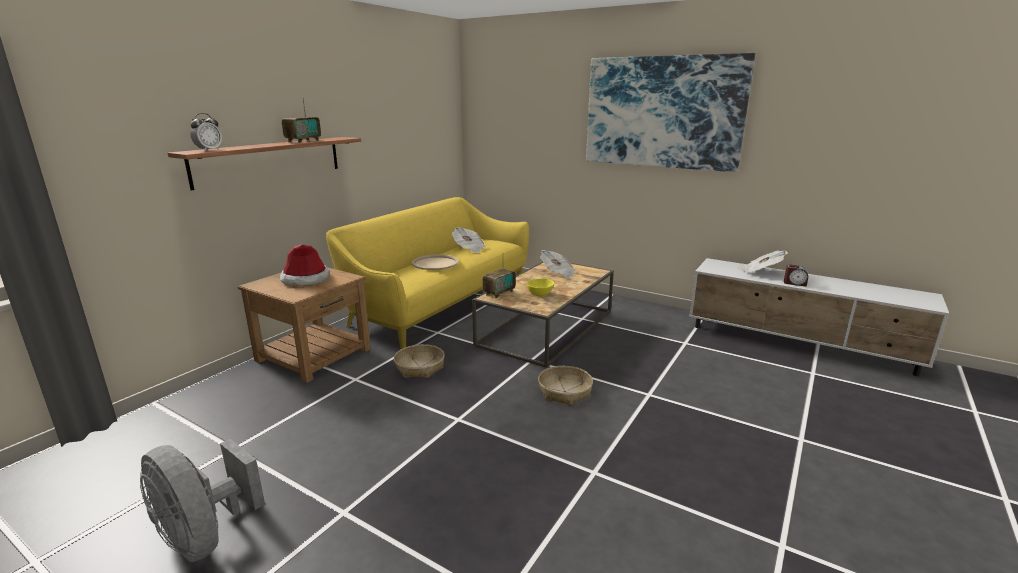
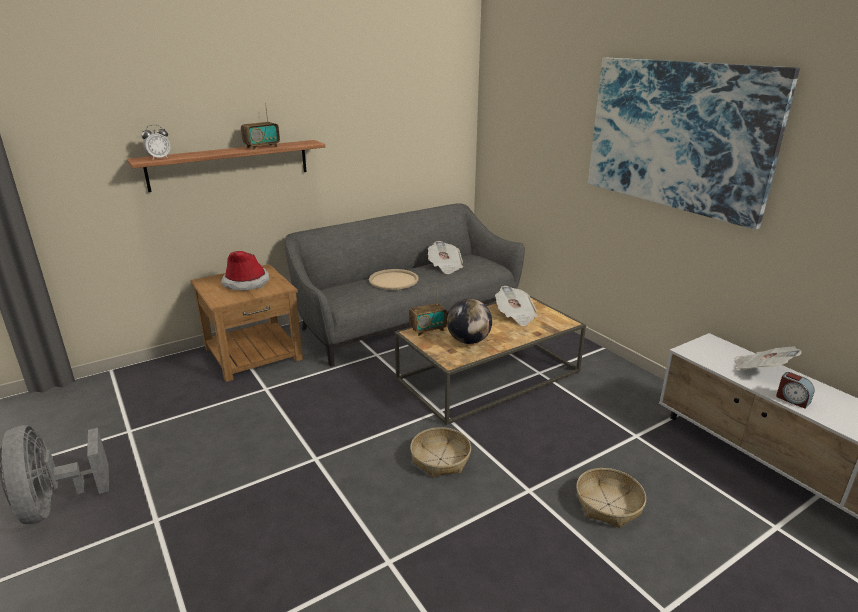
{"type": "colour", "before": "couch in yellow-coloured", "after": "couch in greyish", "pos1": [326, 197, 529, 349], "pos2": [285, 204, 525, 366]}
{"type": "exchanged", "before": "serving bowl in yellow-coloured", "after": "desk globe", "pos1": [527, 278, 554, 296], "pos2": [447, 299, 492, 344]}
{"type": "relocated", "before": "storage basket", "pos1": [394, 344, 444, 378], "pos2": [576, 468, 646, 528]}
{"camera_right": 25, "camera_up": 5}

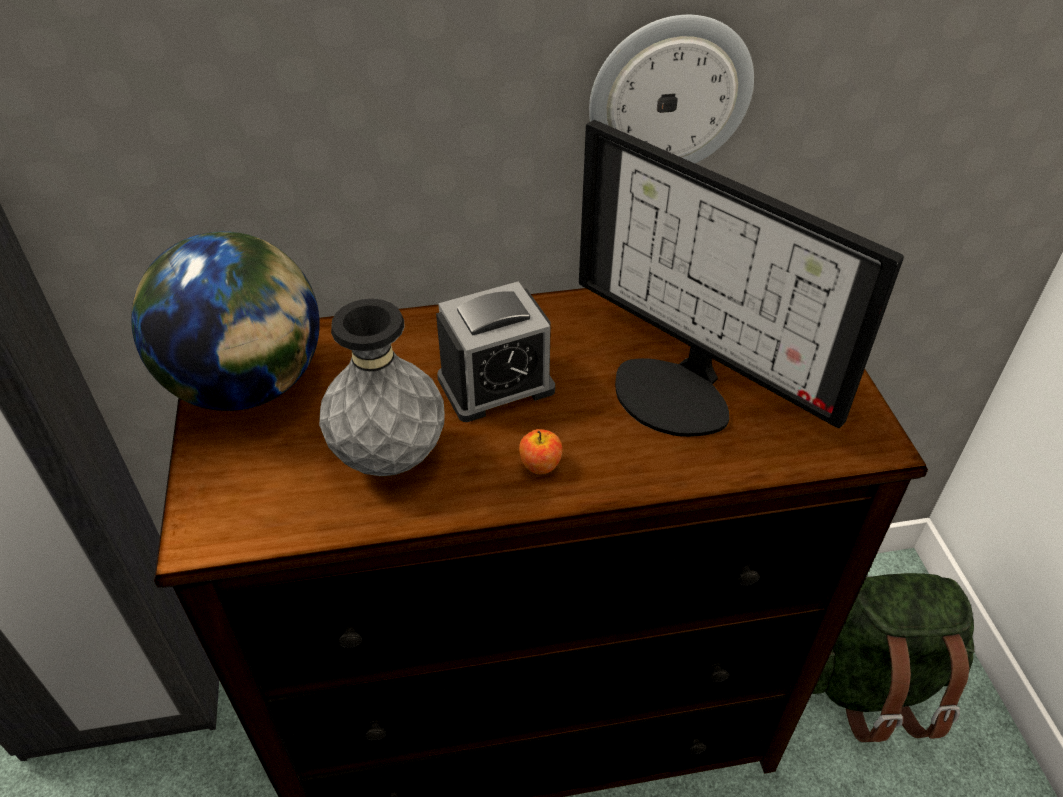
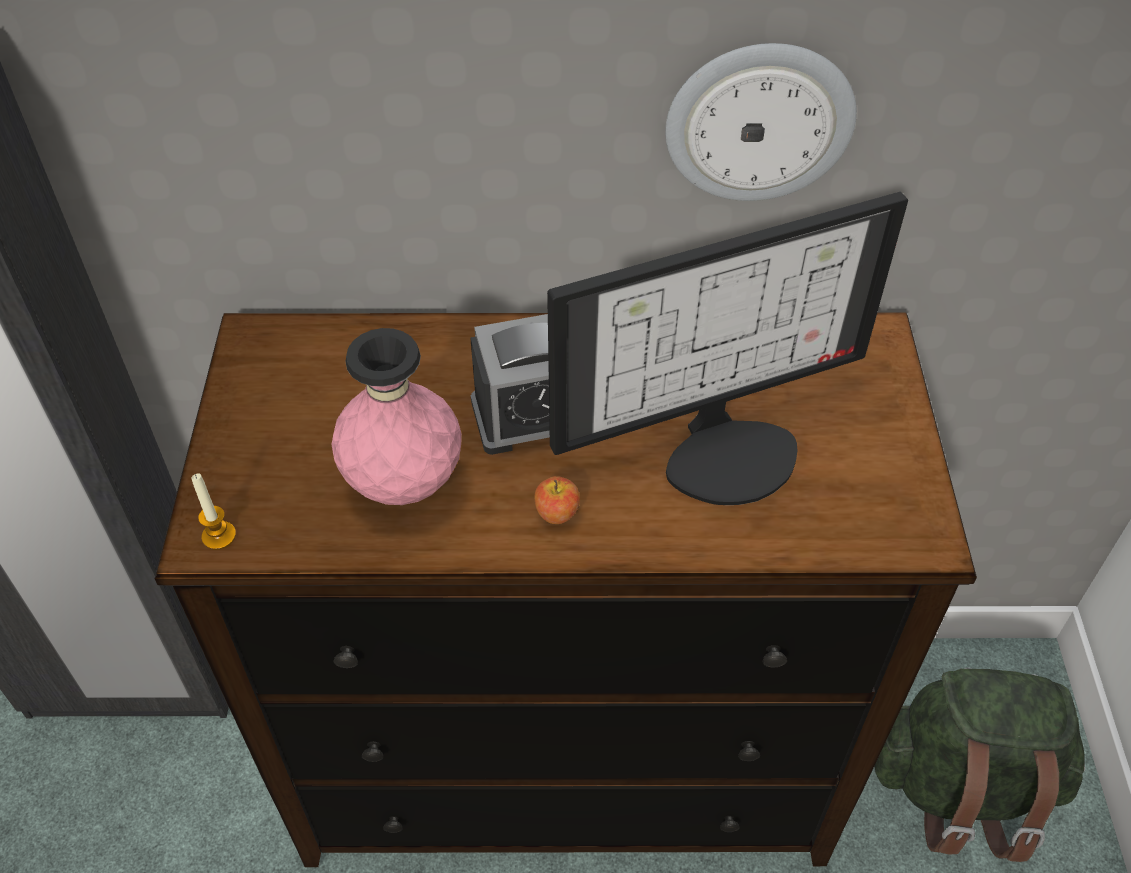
{"type": "spun", "before": "computer display", "pos1": [579, 120, 904, 437], "pos2": [547, 192, 908, 505], "turn": -75}
{"type": "missing", "before": "desk globe", "pos1": [131, 232, 320, 411]}
{"type": "colour", "before": "vase in greyish", "after": "vase in pink-coloured", "pos1": [319, 299, 445, 476], "pos2": [331, 328, 462, 505]}
{"type": "appeared", "after": "wax candle", "pos2": [191, 473, 236, 550]}
{"camera_right": 10, "camera_up": 5}

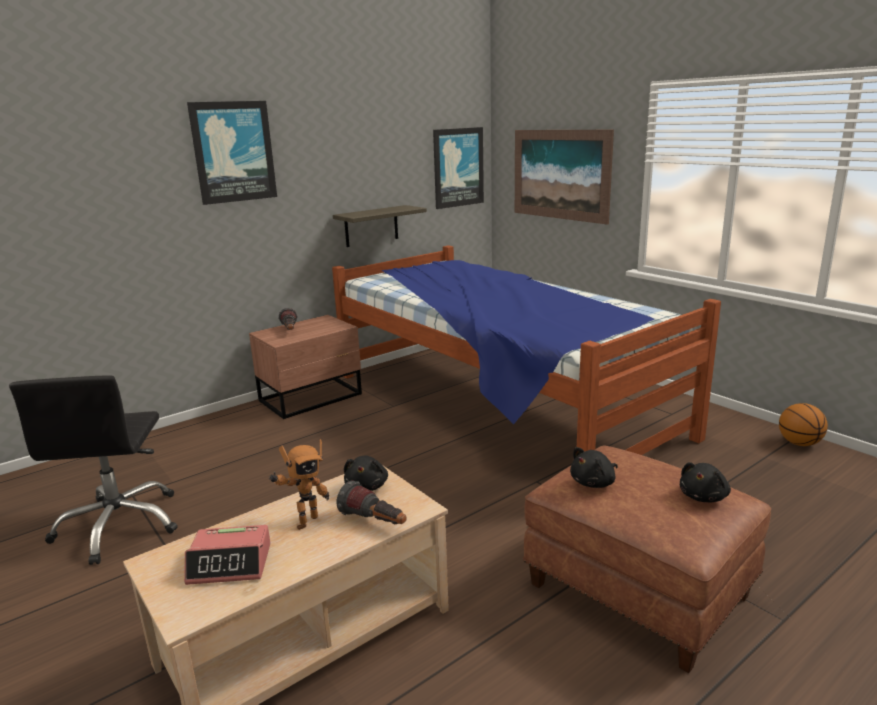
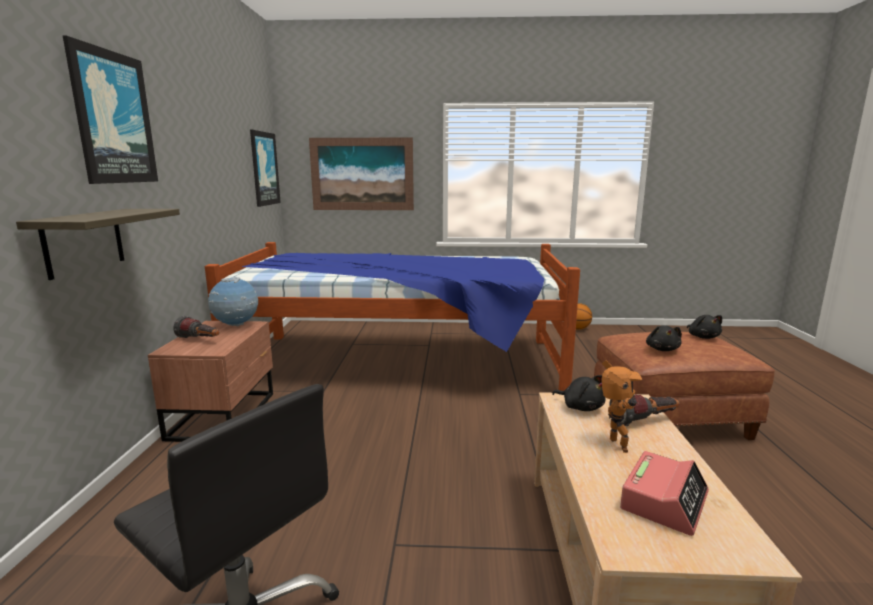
{"type": "relocated", "before": "bracket shelf", "pos1": [333, 205, 427, 247], "pos2": [16, 209, 180, 280]}
{"type": "appeared", "after": "desk globe", "pos2": [208, 277, 258, 326]}
{"camera_right": -50, "camera_up": -5}

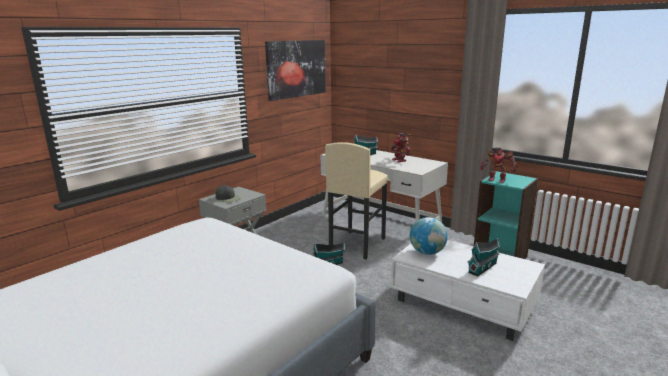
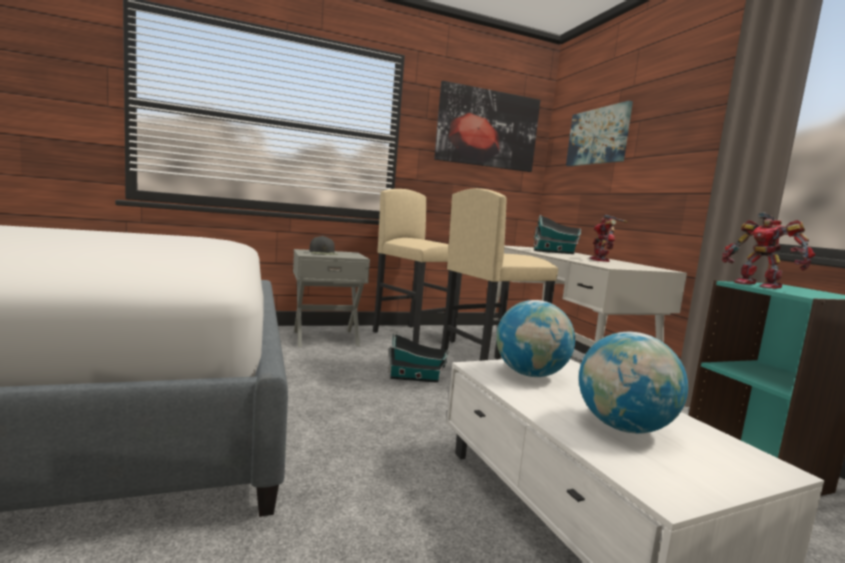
{"type": "exchanged", "before": "model house", "after": "desk globe", "pos1": [467, 238, 500, 277], "pos2": [579, 332, 688, 434]}
{"type": "appeared", "after": "picture", "pos2": [566, 101, 633, 166]}
{"type": "appeared", "after": "sitting stool in beige", "pos2": [373, 189, 462, 344]}
{"camera_right": 30, "camera_up": -10}

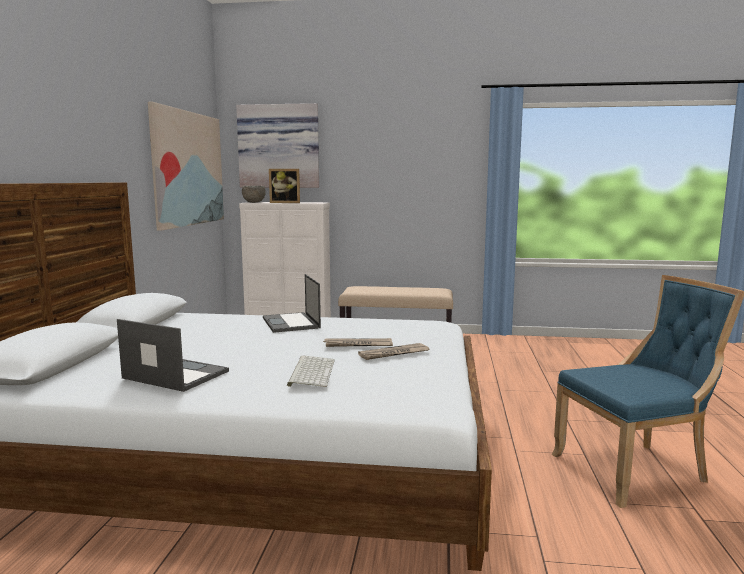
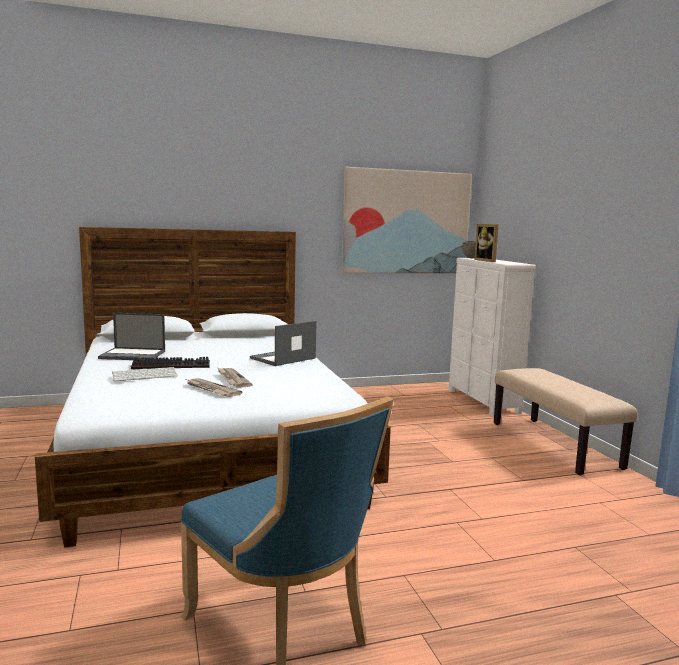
{"type": "missing", "before": "picture", "pos1": [236, 103, 319, 188]}
{"type": "spun", "before": "notebook computer", "pos1": [117, 319, 229, 392], "pos2": [98, 313, 165, 360], "turn": 90}
{"type": "appeared", "after": "keyboard", "pos2": [131, 357, 210, 369]}
{"camera_right": 65, "camera_up": 0}

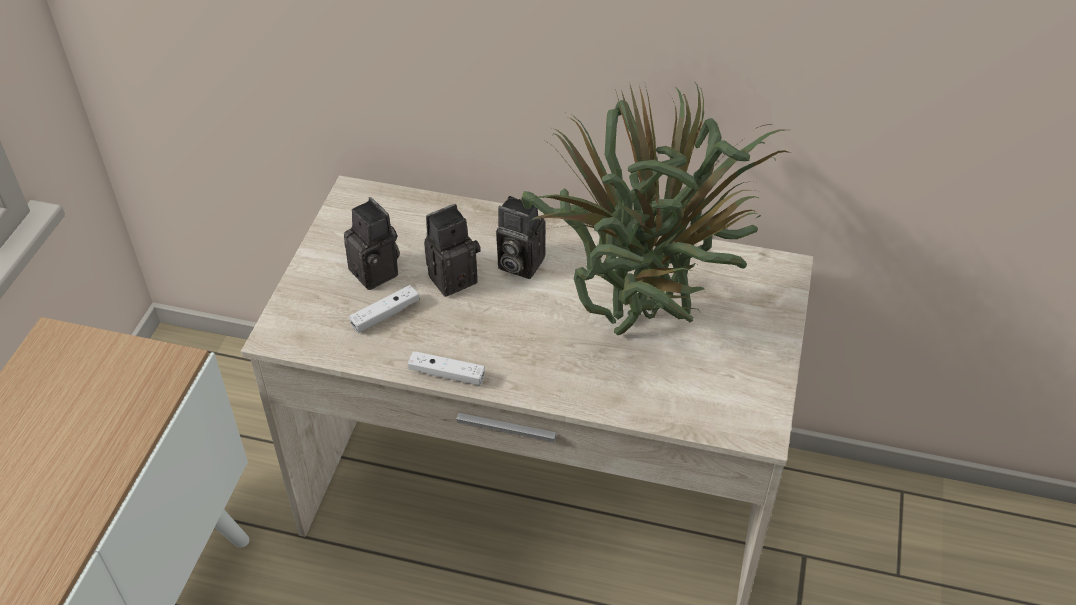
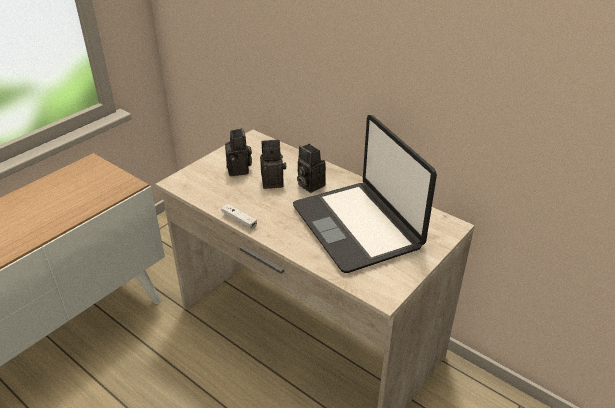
{"type": "exchanged", "before": "potted plant", "after": "notebook computer", "pos1": [521, 80, 791, 335], "pos2": [293, 115, 437, 273]}
{"type": "missing", "before": "gamepad in white-coloured", "pos1": [349, 285, 419, 333]}
{"camera_right": 25, "camera_up": -10}

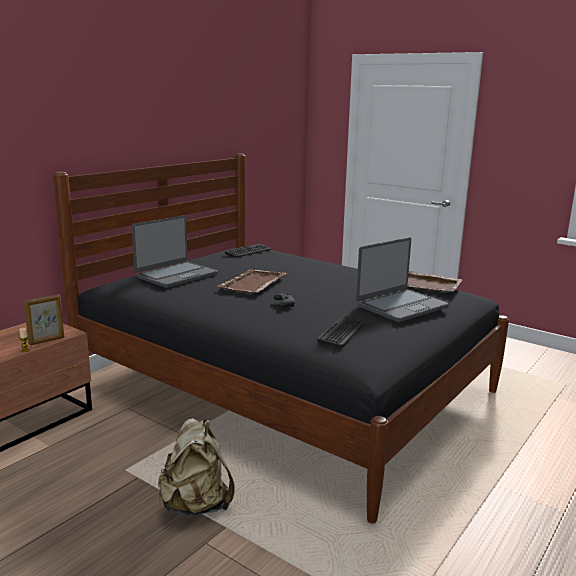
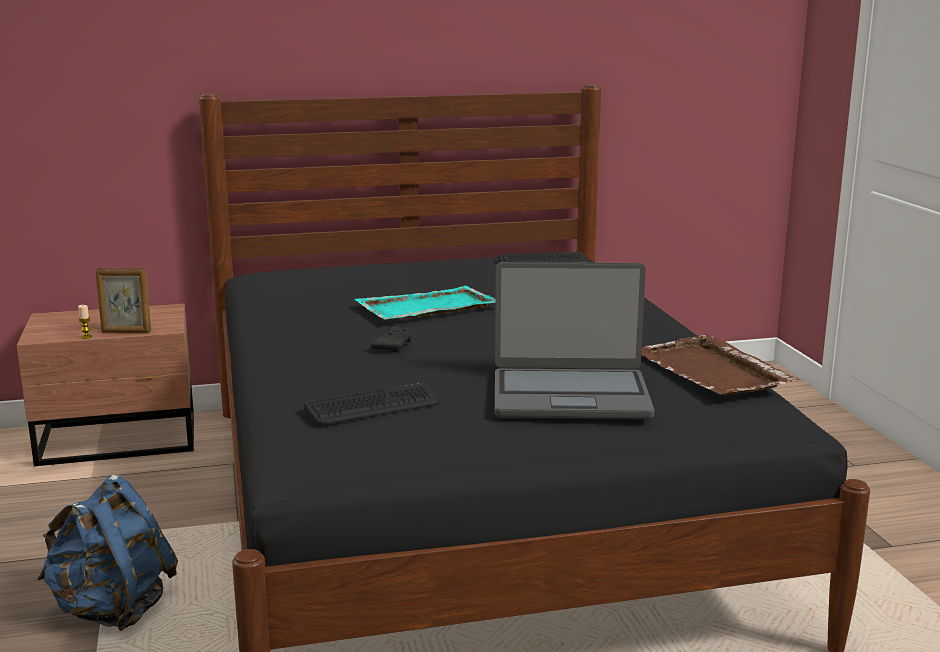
{"type": "missing", "before": "notebook computer", "pos1": [132, 215, 218, 288]}
{"type": "colour", "before": "serving tray in brownish", "after": "serving tray in blue-green", "pos1": [217, 269, 287, 293], "pos2": [354, 286, 496, 320]}
{"type": "colour", "before": "backpack in beige", "after": "backpack in blue", "pos1": [158, 418, 234, 515], "pos2": [37, 475, 178, 631]}
{"camera_right": 40, "camera_up": 0}

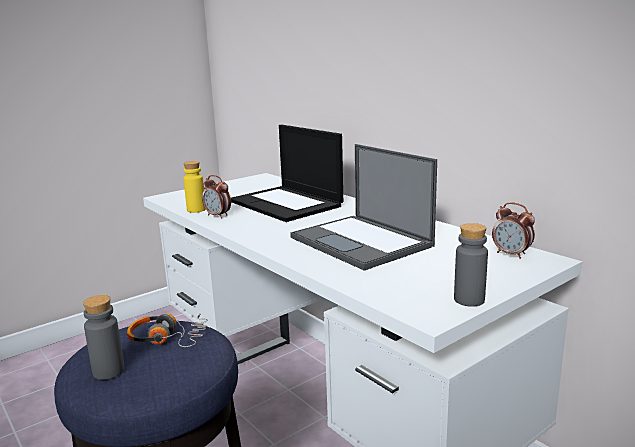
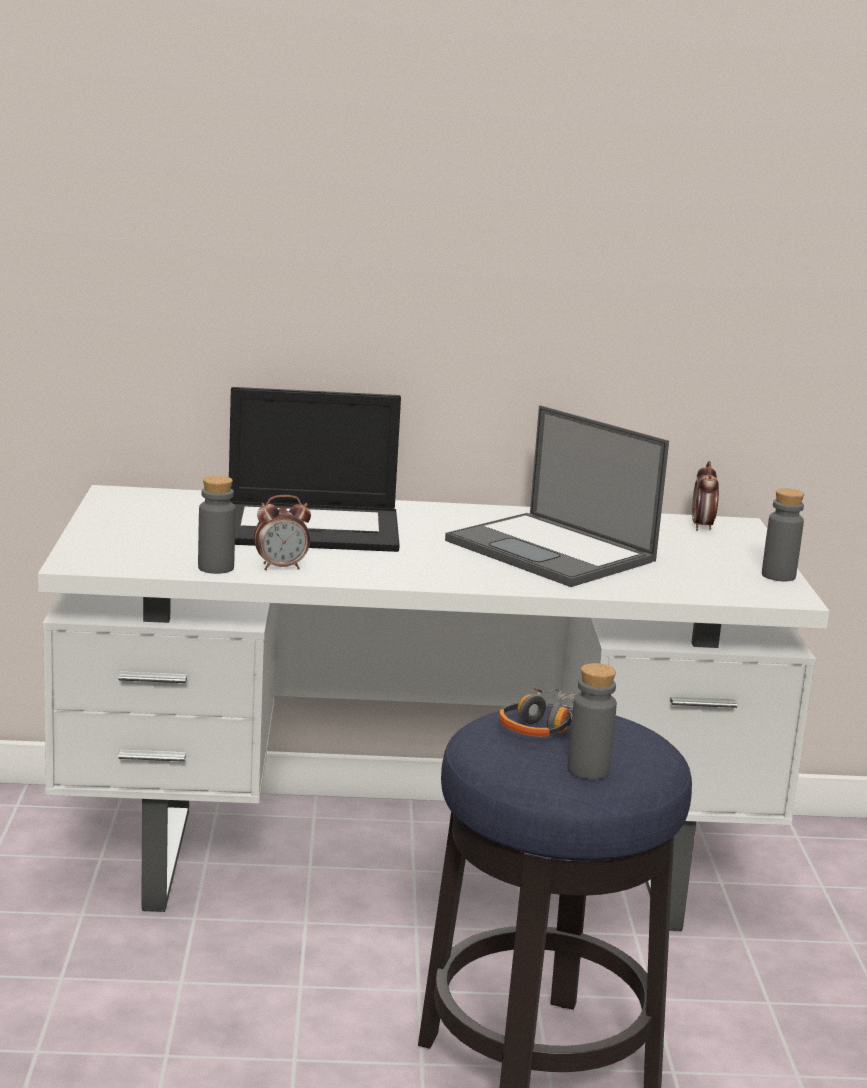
{"type": "spun", "before": "notebook computer", "pos1": [290, 144, 437, 271], "pos2": [445, 405, 669, 587], "turn": 45}
{"type": "colour", "before": "drink bottle in yellow-coloured", "after": "drink bottle in greyish", "pos1": [183, 161, 206, 213], "pos2": [198, 476, 236, 574]}
{"type": "spun", "before": "bedside clock", "pos1": [492, 203, 535, 259], "pos2": [692, 461, 719, 530], "turn": 105}
{"camera_right": -55, "camera_up": 0}

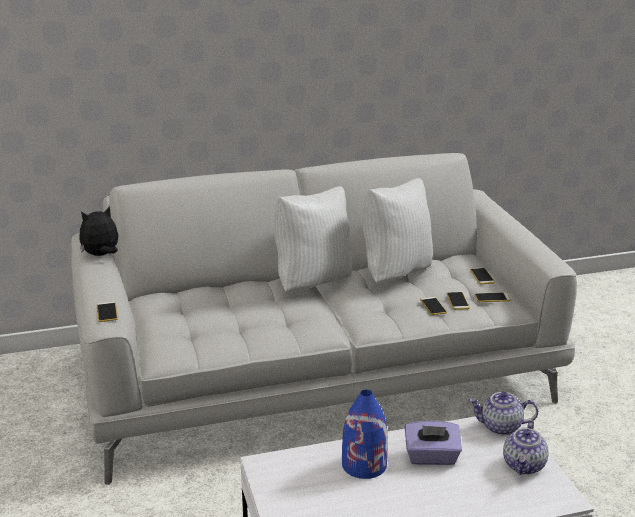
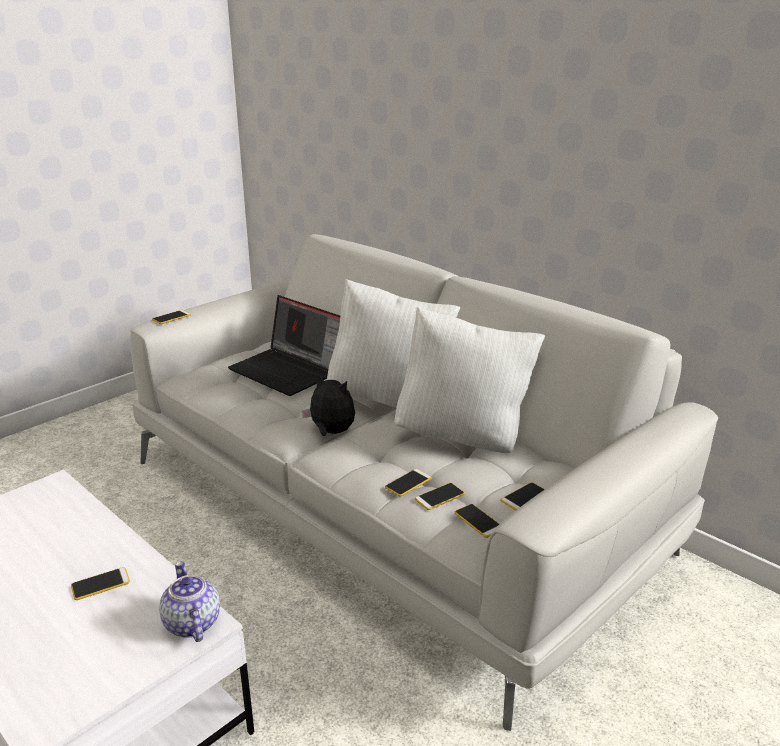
{"type": "relocated", "before": "cuddly toy", "pos1": [79, 206, 118, 256], "pos2": [302, 374, 355, 436]}
{"type": "missing", "before": "vase in blue", "pos1": [342, 390, 388, 479]}
{"type": "missing", "before": "teapot", "pos1": [503, 420, 549, 475]}
{"type": "exchanged", "before": "box of tissues in purple", "after": "telephone", "pos1": [405, 421, 462, 465], "pos2": [71, 567, 130, 600]}
{"type": "appeared", "after": "notebook computer", "pos2": [228, 295, 340, 396]}
{"camera_right": 60, "camera_up": 0}

